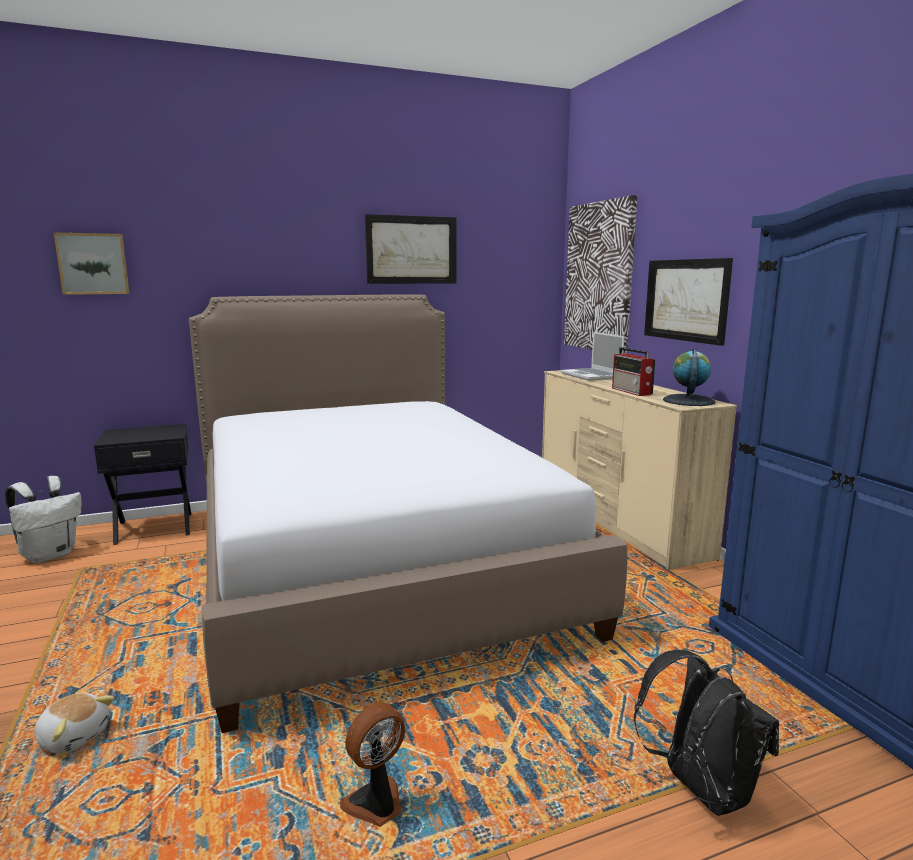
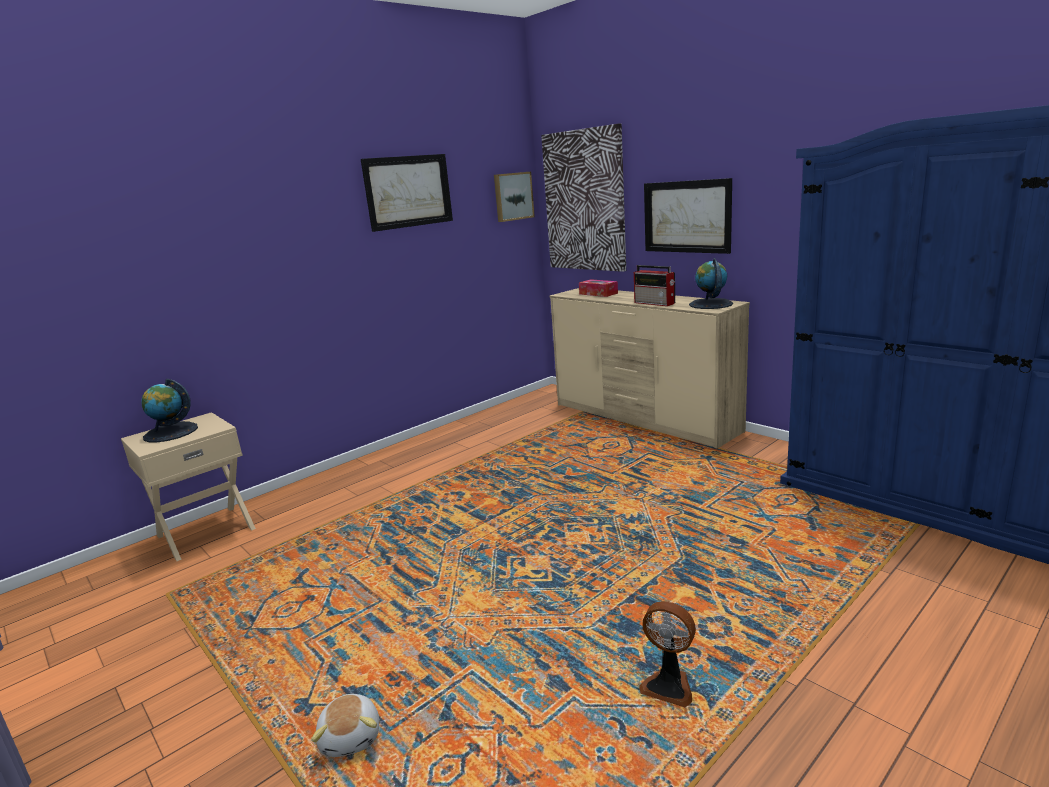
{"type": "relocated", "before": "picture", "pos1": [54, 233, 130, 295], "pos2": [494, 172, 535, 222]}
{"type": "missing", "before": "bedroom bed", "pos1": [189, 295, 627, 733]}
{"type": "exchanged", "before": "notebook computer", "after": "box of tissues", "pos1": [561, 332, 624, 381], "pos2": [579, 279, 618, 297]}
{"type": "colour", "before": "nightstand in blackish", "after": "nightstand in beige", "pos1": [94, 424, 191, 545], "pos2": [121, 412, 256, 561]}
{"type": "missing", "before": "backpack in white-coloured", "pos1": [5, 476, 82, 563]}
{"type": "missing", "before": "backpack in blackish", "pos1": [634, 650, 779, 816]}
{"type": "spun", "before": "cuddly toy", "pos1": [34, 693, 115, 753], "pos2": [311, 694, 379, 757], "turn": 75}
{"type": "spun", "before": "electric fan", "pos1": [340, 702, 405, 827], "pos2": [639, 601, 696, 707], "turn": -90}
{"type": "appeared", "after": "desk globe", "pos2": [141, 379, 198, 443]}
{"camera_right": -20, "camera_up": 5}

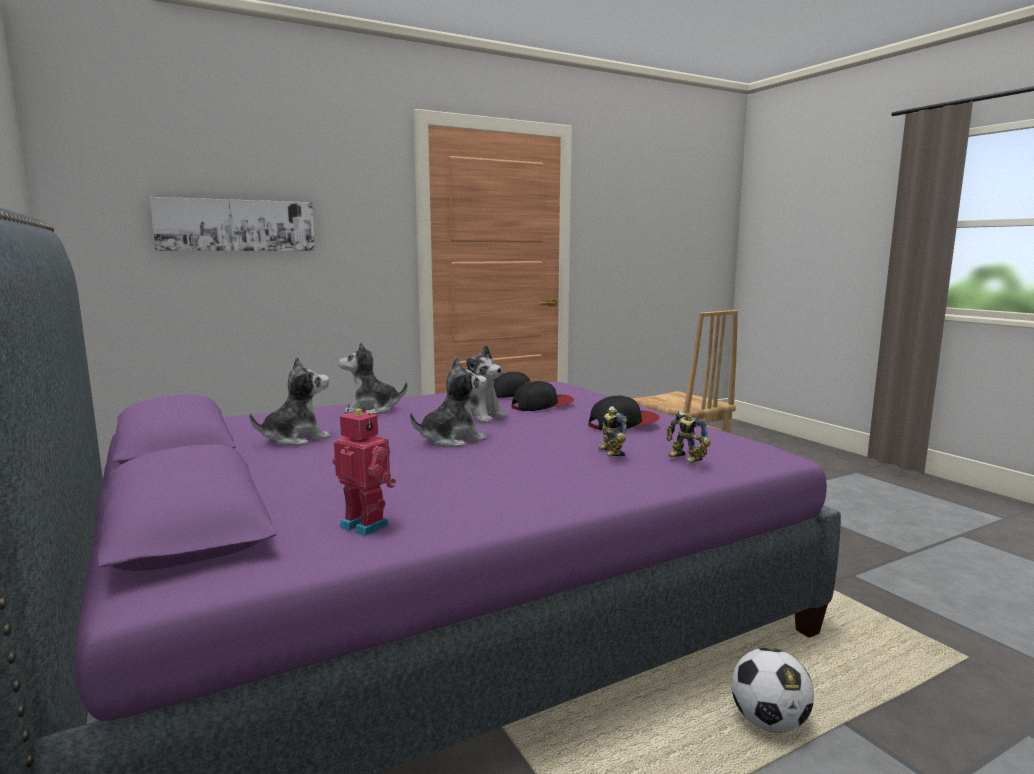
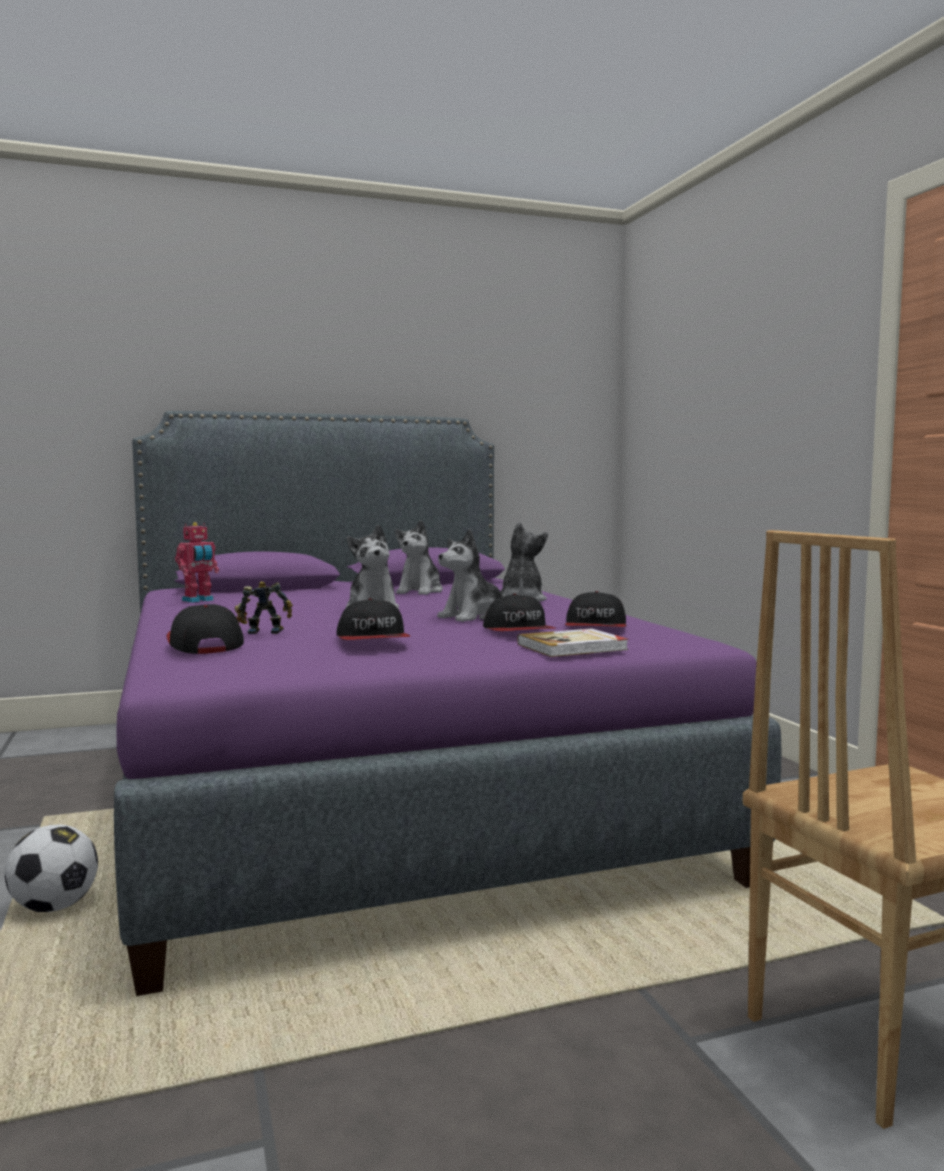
{"type": "missing", "before": "picture", "pos1": [150, 197, 315, 251]}
{"type": "spun", "before": "cuddly toy", "pos1": [249, 357, 331, 446], "pos2": [395, 520, 443, 595], "turn": 45}
{"type": "exchanged", "before": "toy robot", "after": "cap", "pos1": [667, 411, 711, 462], "pos2": [166, 604, 244, 654]}
{"type": "appeared", "after": "bound book", "pos2": [517, 628, 629, 657]}
{"camera_right": 100, "camera_up": -5}

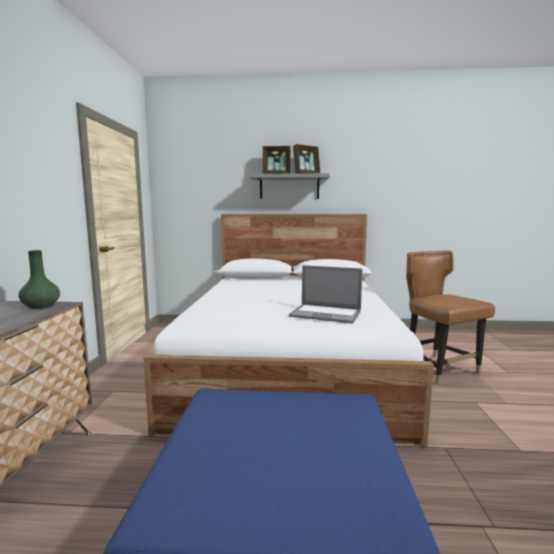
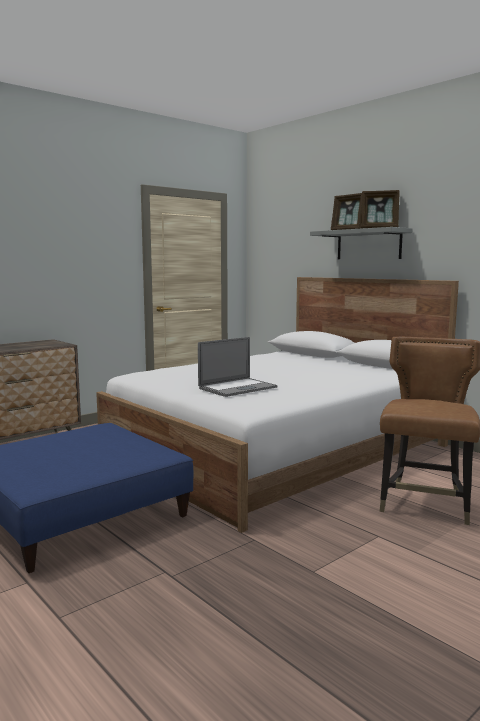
{"type": "missing", "before": "vase in greenish", "pos1": [19, 250, 60, 309]}
{"type": "spun", "before": "notebook computer", "pos1": [289, 265, 362, 324], "pos2": [198, 337, 278, 397], "turn": -105}
{"camera_right": 45, "camera_up": 0}

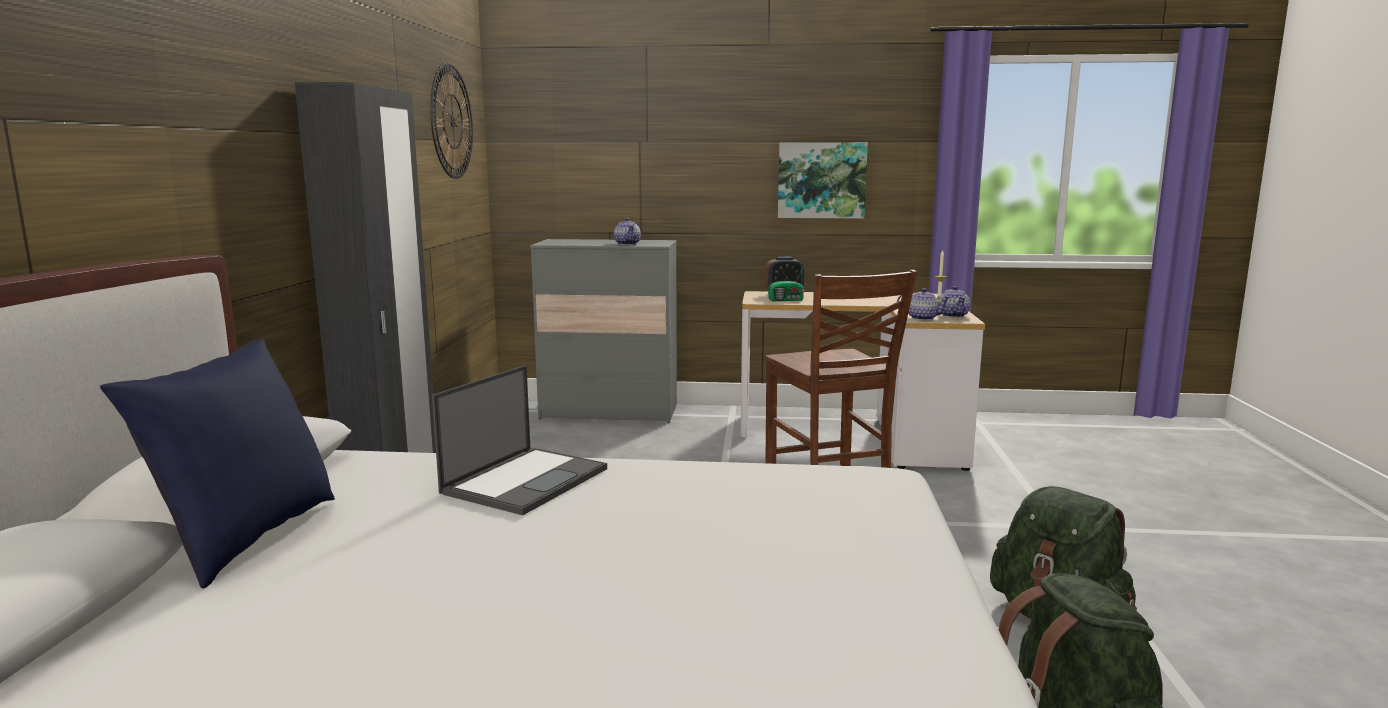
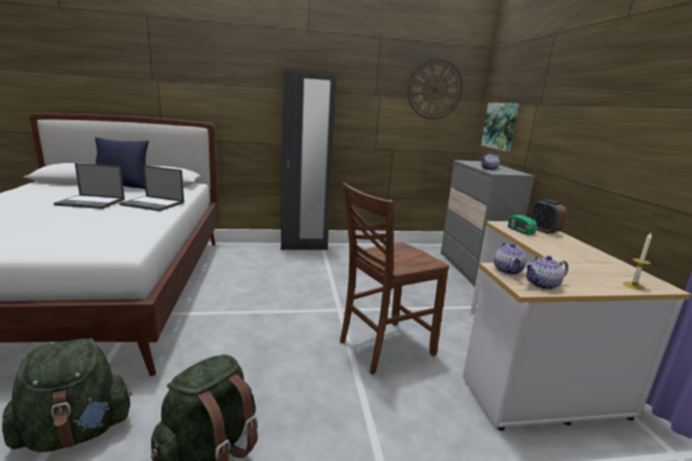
{"type": "relocated", "before": "picture", "pos1": [778, 142, 868, 219], "pos2": [481, 103, 519, 152]}
{"type": "appeared", "after": "notebook computer", "pos2": [54, 163, 125, 209]}
{"camera_right": 75, "camera_up": 5}

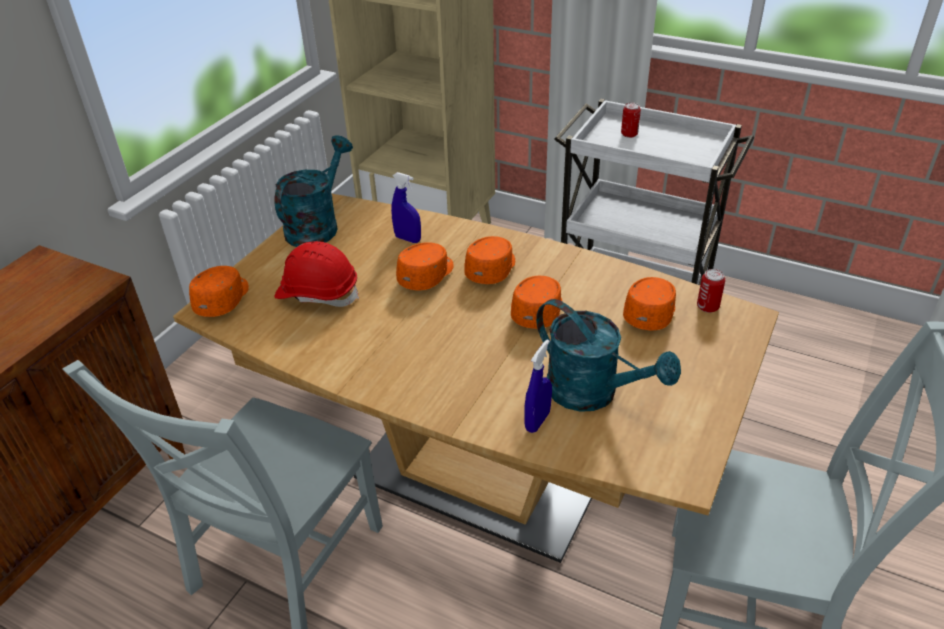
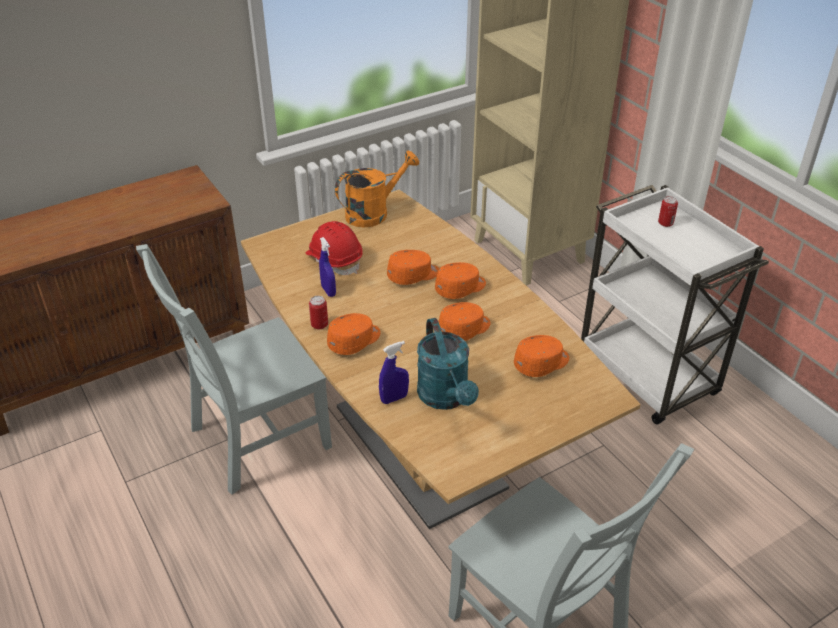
{"type": "colour", "before": "watering can in blue-green", "after": "watering can in orange", "pos1": [274, 135, 353, 247], "pos2": [335, 151, 419, 227]}
{"type": "relocated", "before": "hand sprayer in blue", "pos1": [391, 172, 421, 243], "pos2": [319, 237, 336, 297]}
{"type": "relocated", "before": "cap in orange", "pos1": [189, 266, 249, 317], "pos2": [327, 313, 381, 355]}
{"type": "relocated", "before": "sealed can", "pos1": [697, 269, 725, 313], "pos2": [309, 296, 328, 329]}
{"camera_right": 30, "camera_up": 0}

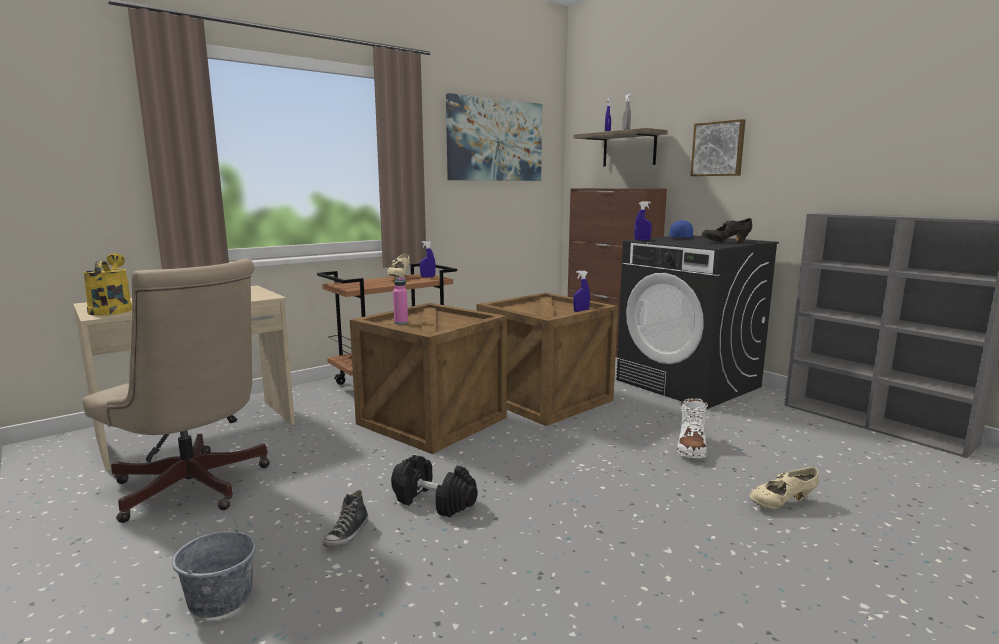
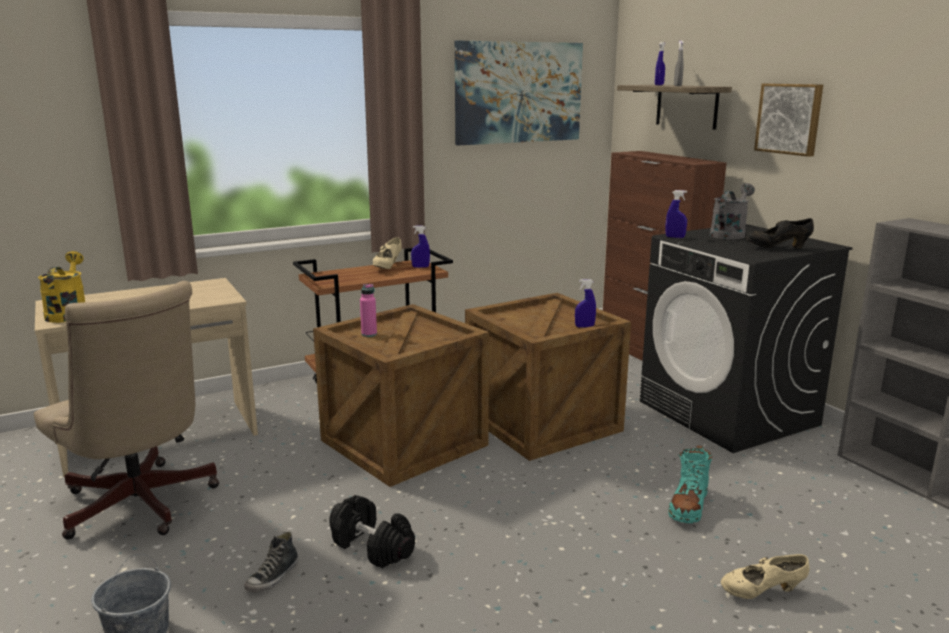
{"type": "exchanged", "before": "cap in blue", "after": "watering can in greyish", "pos1": [670, 220, 693, 238], "pos2": [710, 183, 755, 240]}
{"type": "colour", "before": "high-top boot in white-coloured", "after": "high-top boot in blue-green", "pos1": [677, 398, 708, 458], "pos2": [668, 445, 712, 523]}
{"camera_right": 10, "camera_up": 5}

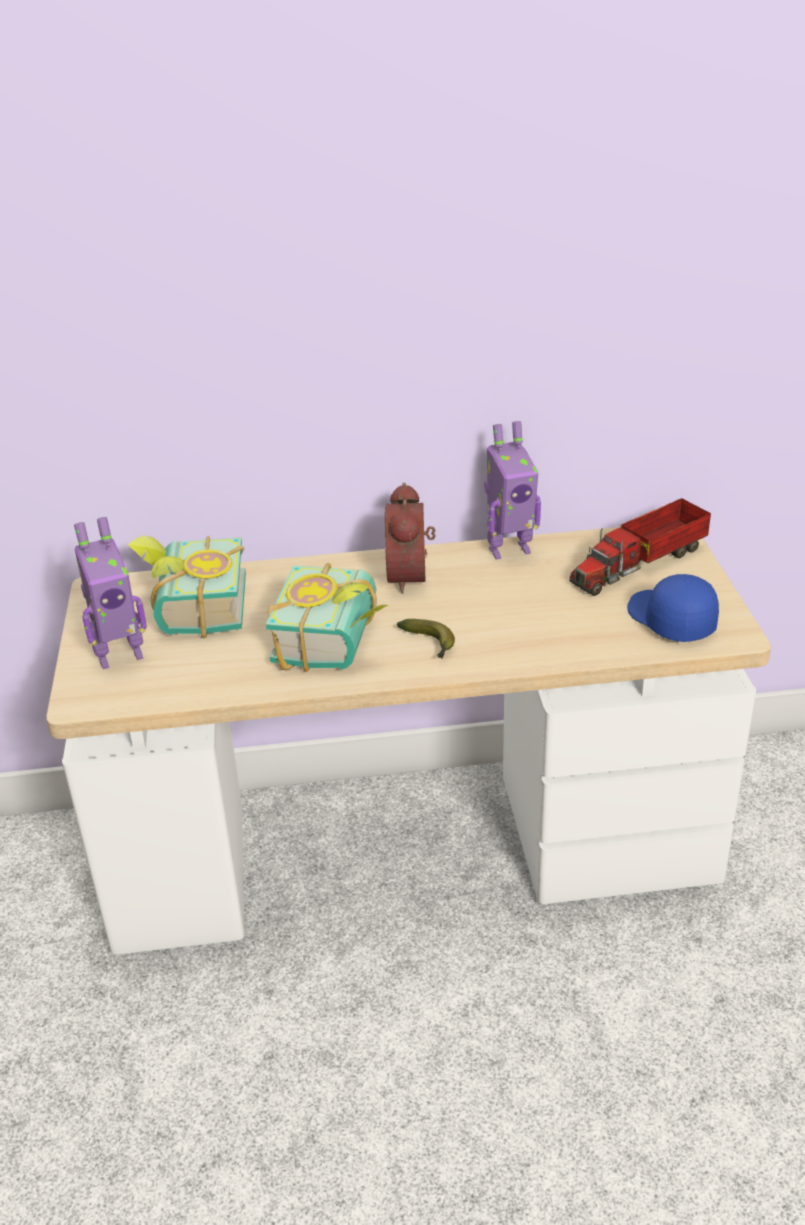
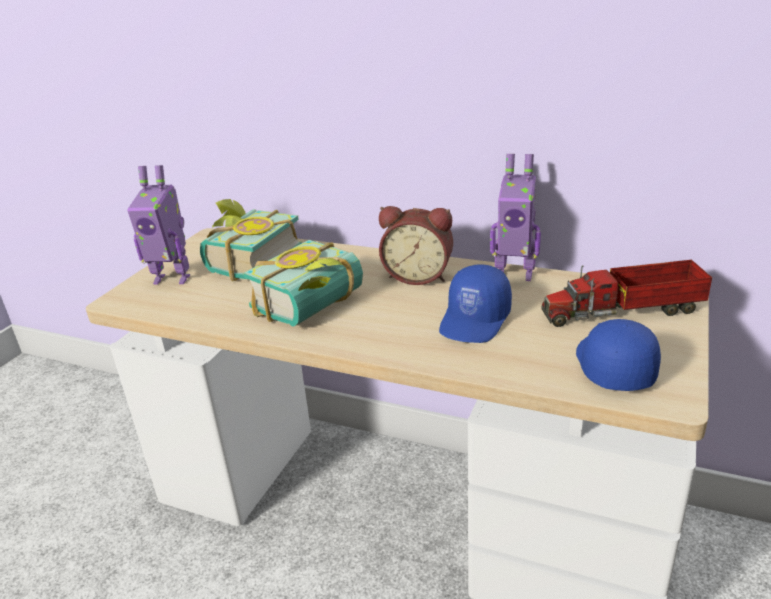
{"type": "spun", "before": "bedside clock", "pos1": [385, 483, 436, 594], "pos2": [379, 206, 453, 285], "turn": -105}
{"type": "missing", "before": "whole banana", "pos1": [397, 619, 455, 659]}
{"type": "appeared", "after": "cap in blue", "pos2": [439, 264, 512, 343]}
{"camera_right": 30, "camera_up": -5}

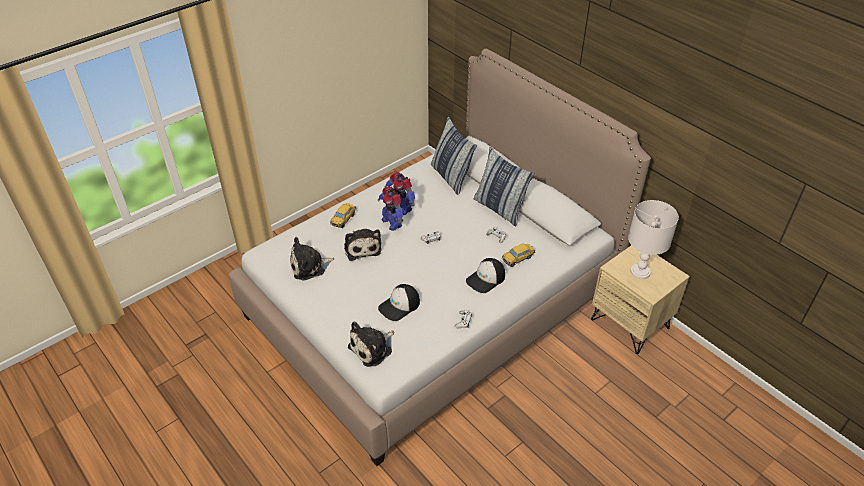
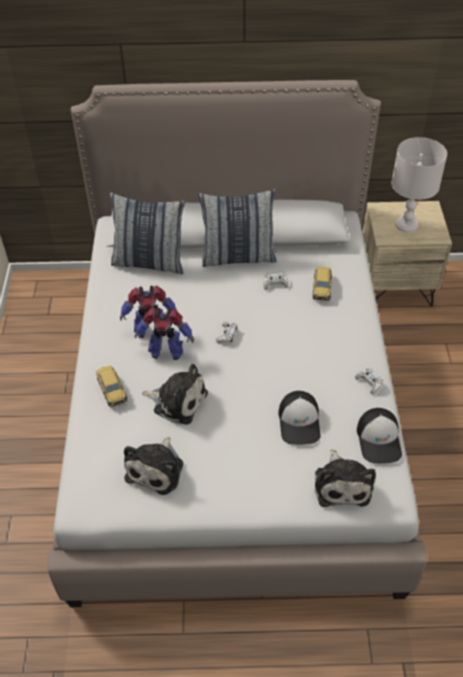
{"type": "relocated", "before": "cap", "pos1": [466, 258, 505, 293], "pos2": [357, 408, 402, 463]}
{"camera_right": -50, "camera_up": 5}

